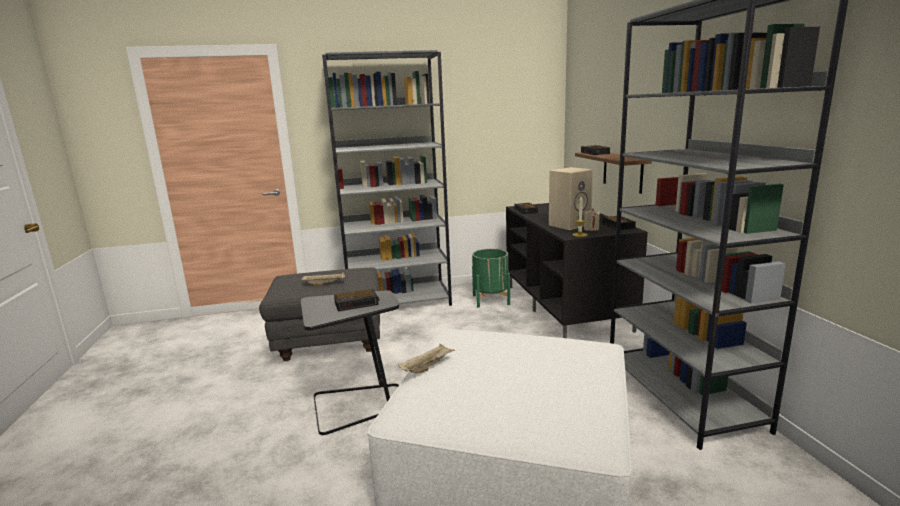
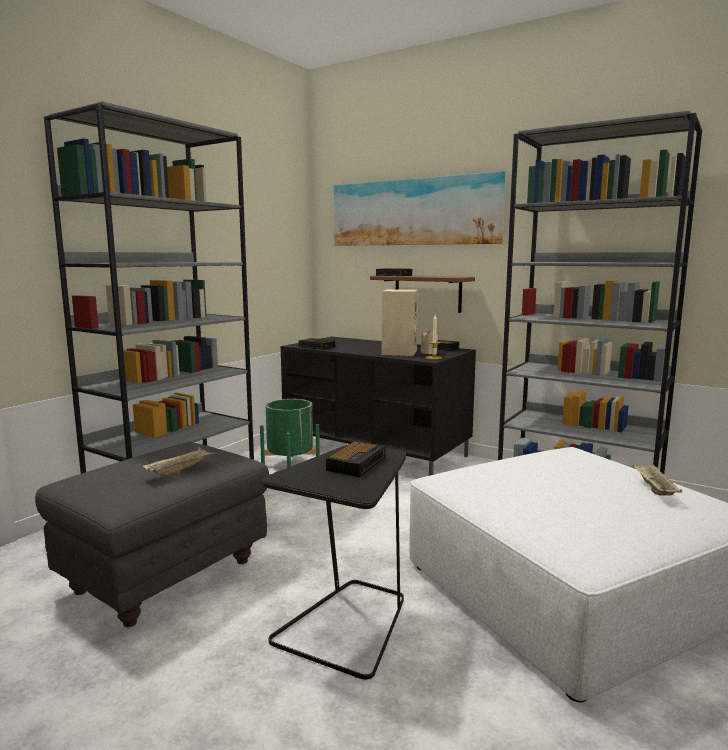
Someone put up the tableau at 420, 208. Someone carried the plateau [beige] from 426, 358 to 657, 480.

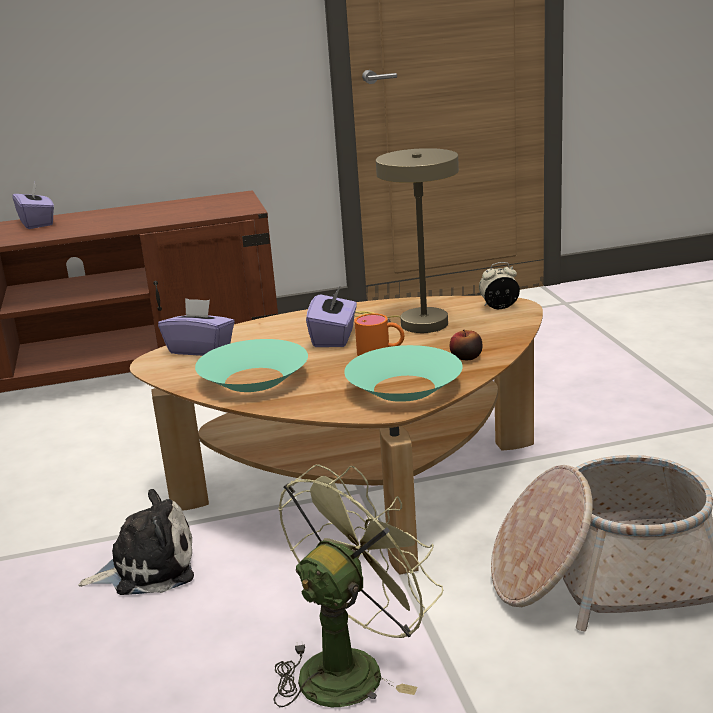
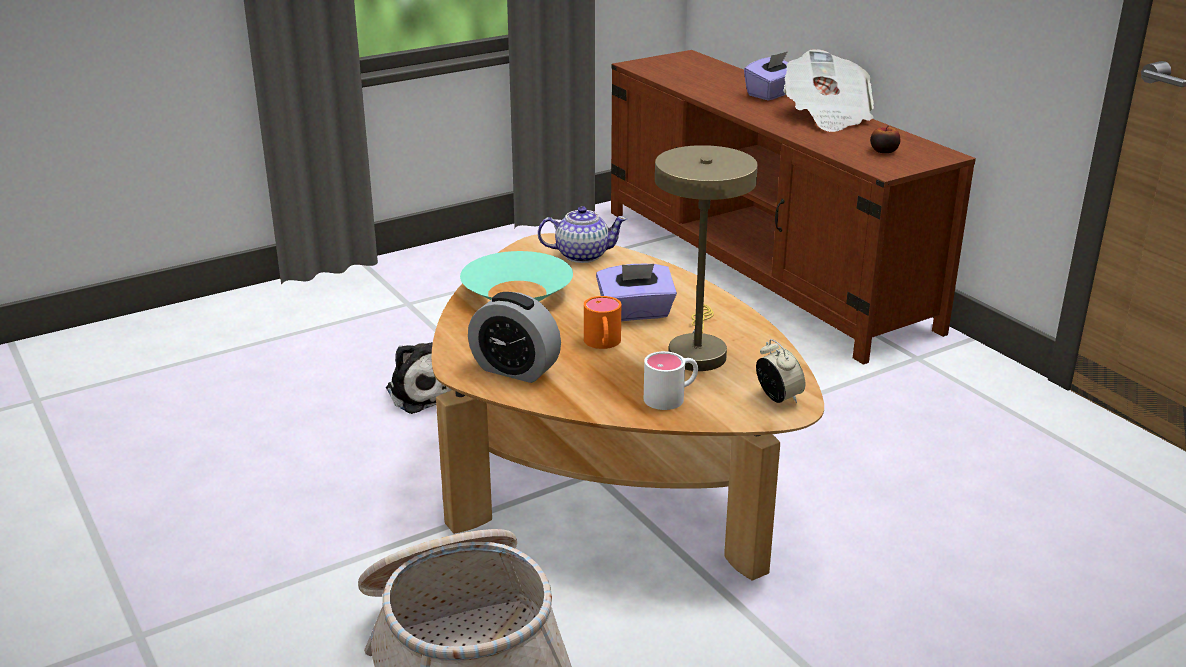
Someone swapped the bol [turquoise] at 403, 373 for the réveil at 514, 337. Someone swapped the boîte à mouchoirs [violet] at 196, 327 for the théière at 582, 234. Someone put down the mug [blanc] at 671, 380. Someone put down the journal at 828, 90. Someone carried the pomme from 466, 344 to 885, 139. Someone took away the ventilateur [vert] at 358, 586.

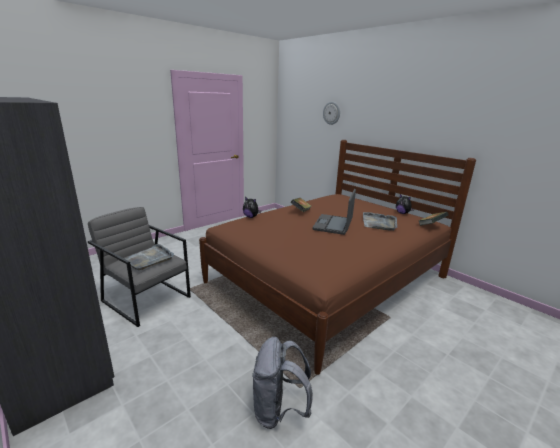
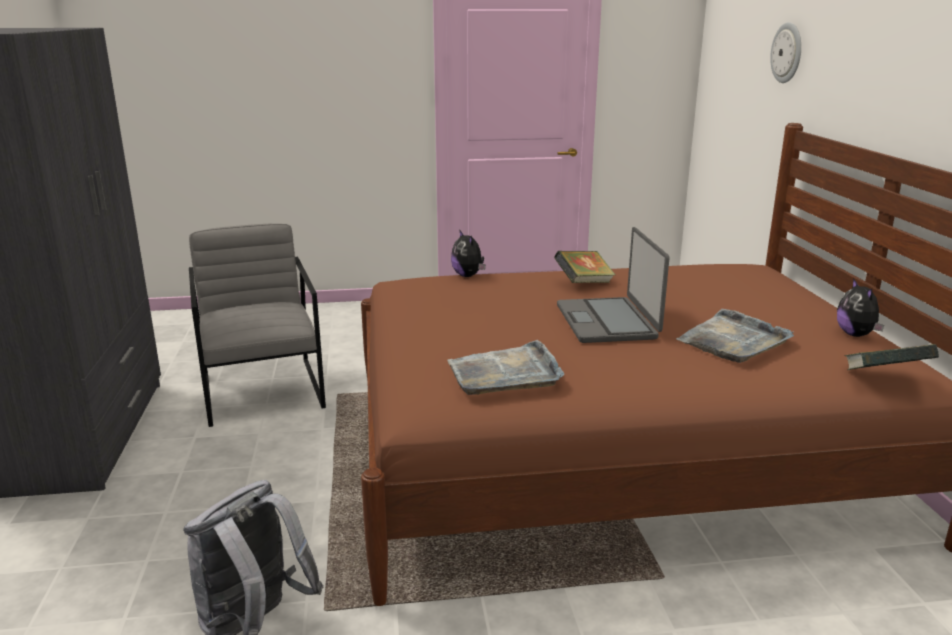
Someone carried the plateau [gris] from 150, 257 to 505, 367. Someone rotated the ordinateur portable at 334, 212 by 60 degrees counterclockwise.

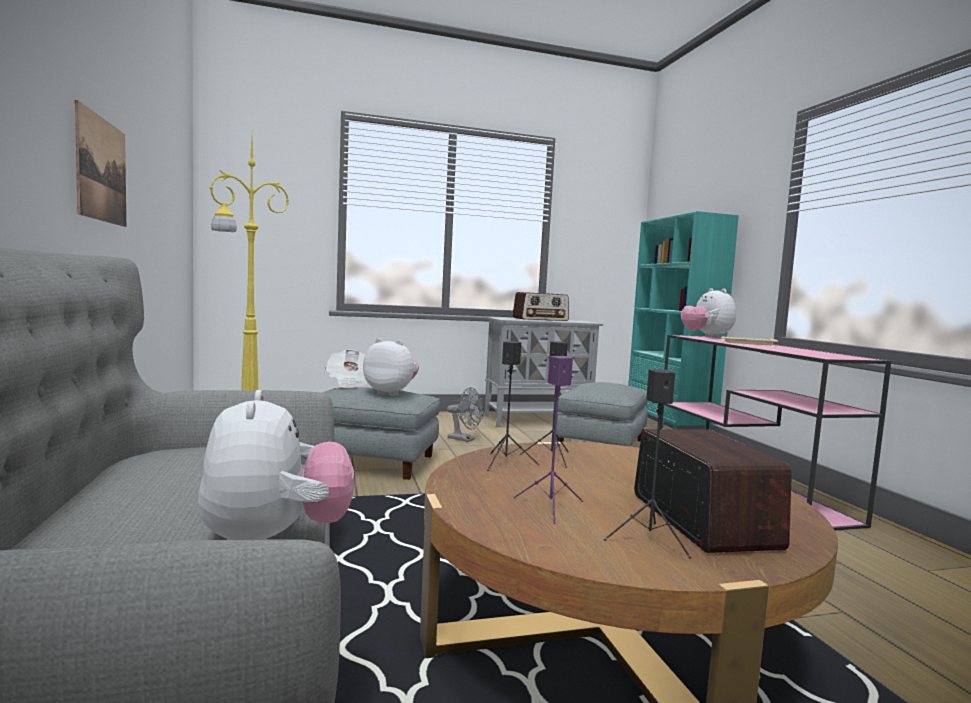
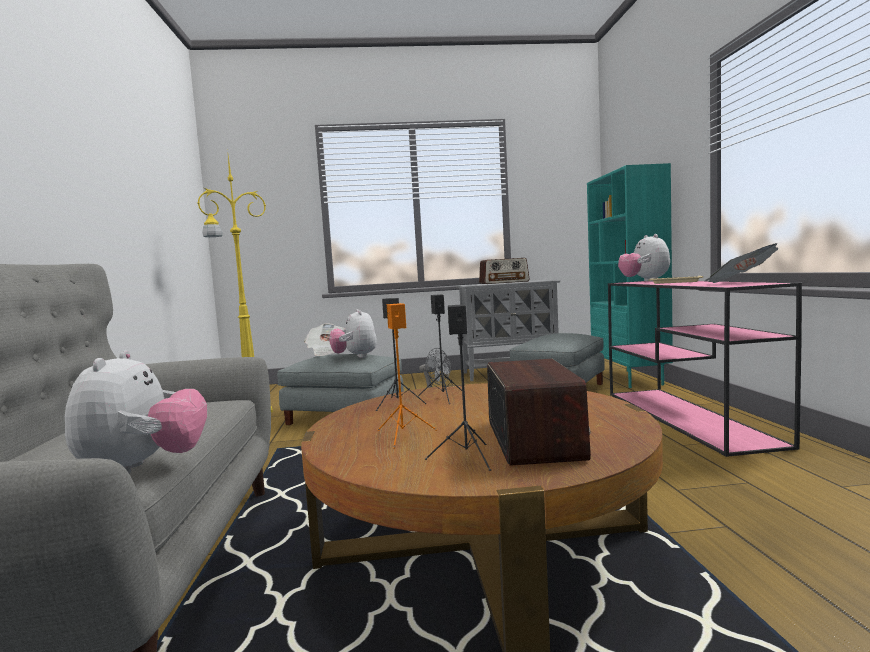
Someone rotated the peluche at 391, 367 by 135 degrees counterclockwise. Someone repainted the enceinte [violet] at 548, 440, which became the enceinte [orange] at 407, 376. Someone put down the journal at 742, 263. Someone took away the tableau at 100, 163.

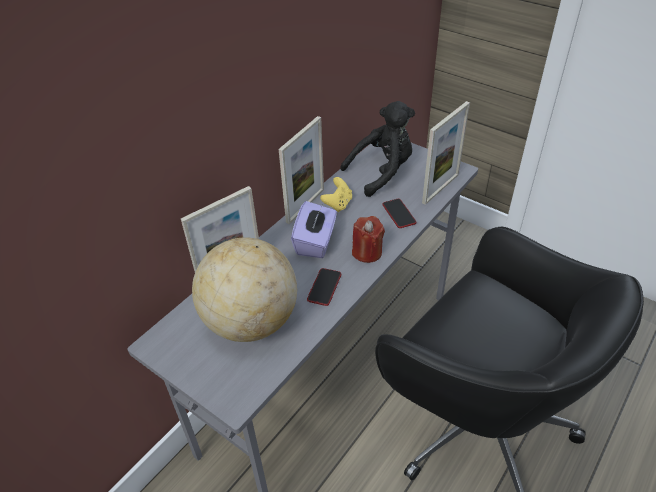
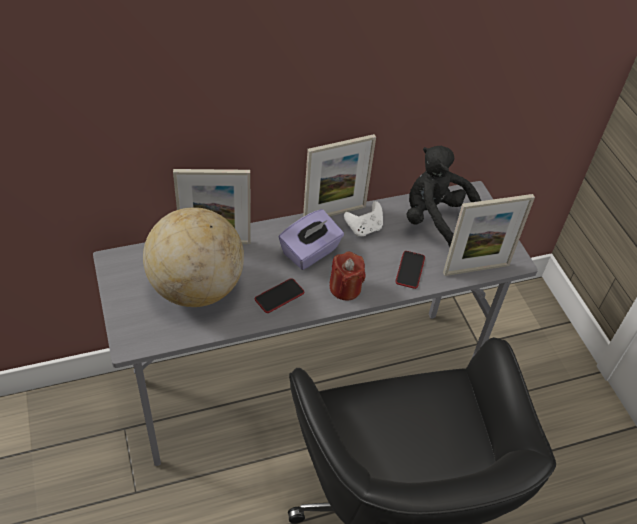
Someone repainted the manette [jaune] at 336, 194, which became the manette [blanc] at 363, 218. Someone rotated the peluche [noir] at 377, 149 by 150 degrees counterclockwise.

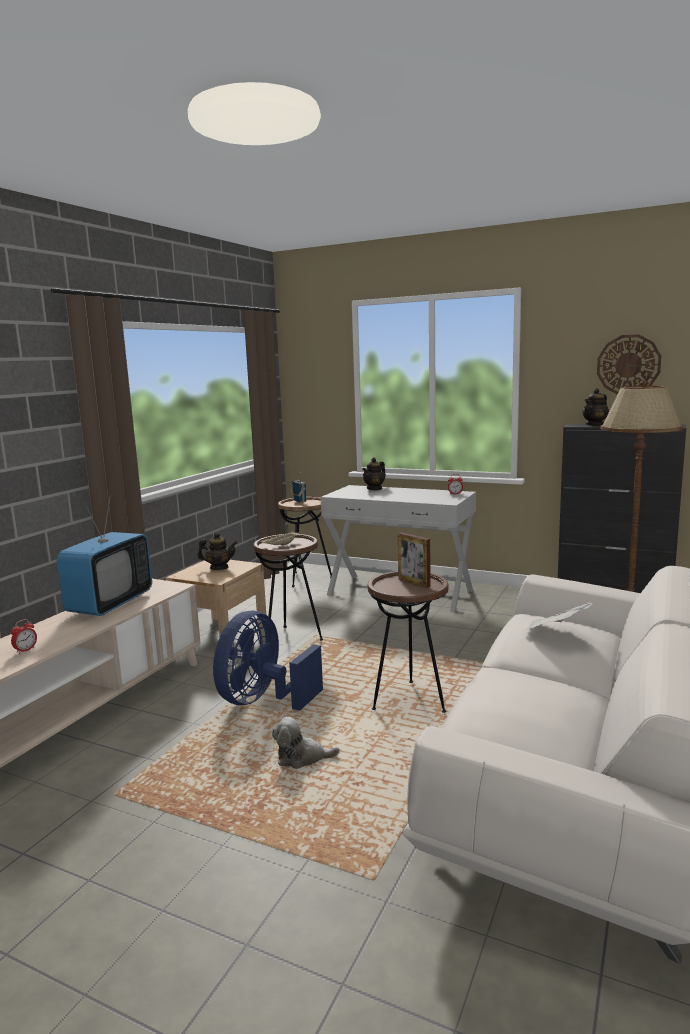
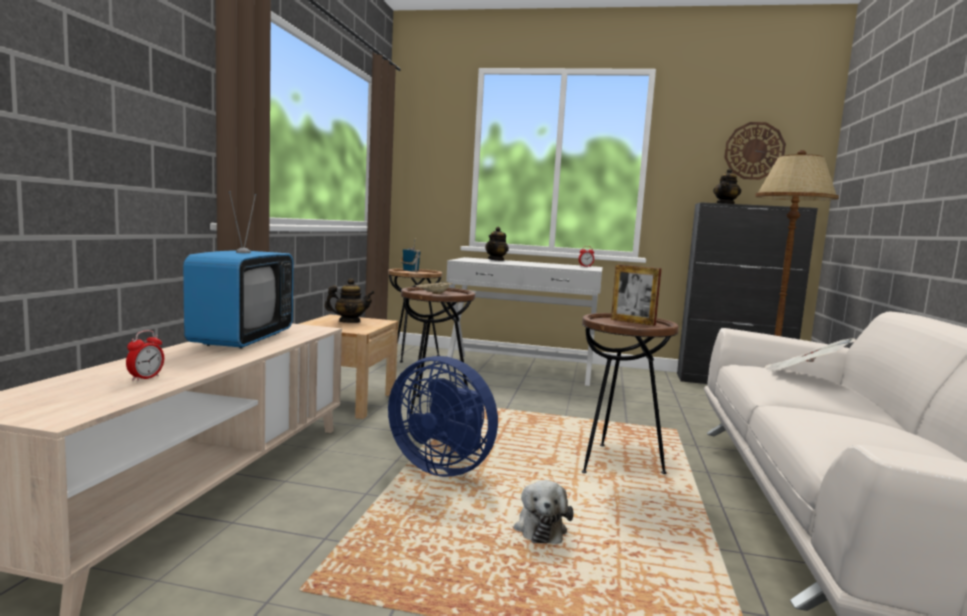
Someone rotated the ventilateur [bleu] at 268, 661 by 75 degrees counterclockwise. Someone rotated the peluche at 306, 743 by 75 degrees counterclockwise.

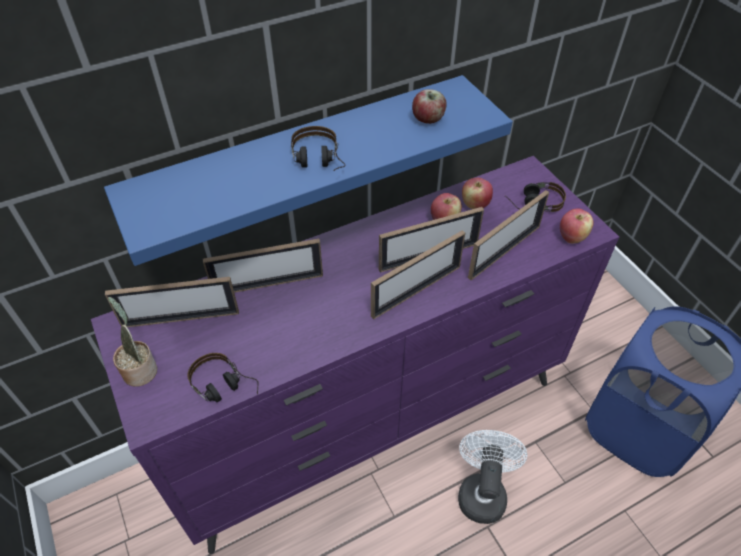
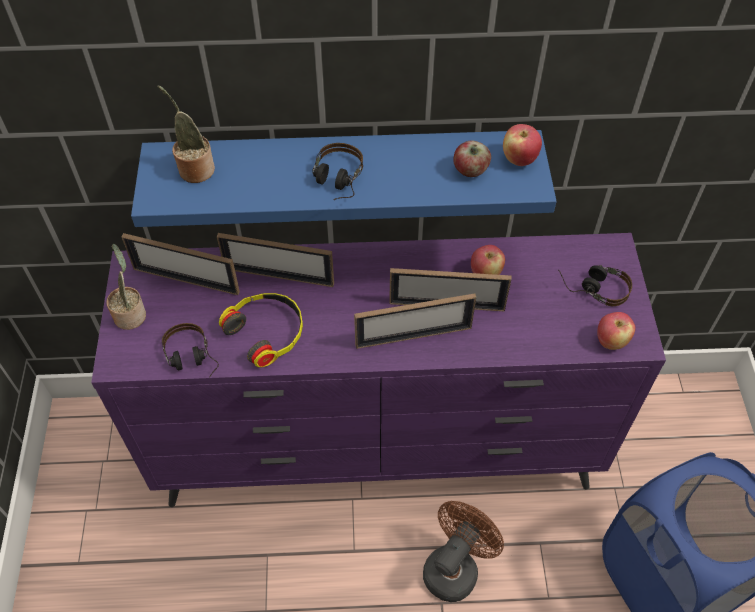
Someone put down the plante en pot at 186, 134. Someone put down the casque audio at 261, 330. Someone repainted the ventilateur [blanc] at 492, 477, which became the ventilateur [marron] at 463, 551. Someone carried the pomme from 477, 193 to 522, 145. Someone took away the cadre photo at 508, 235.

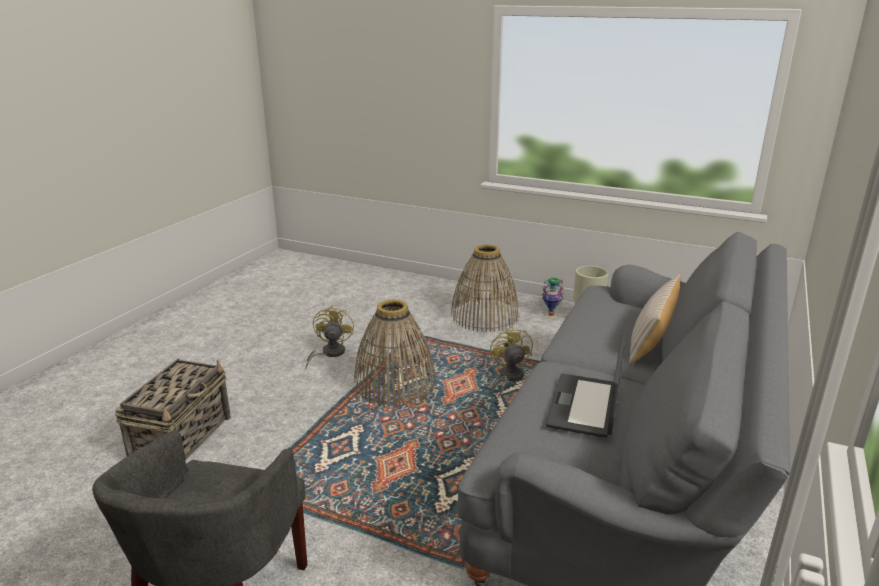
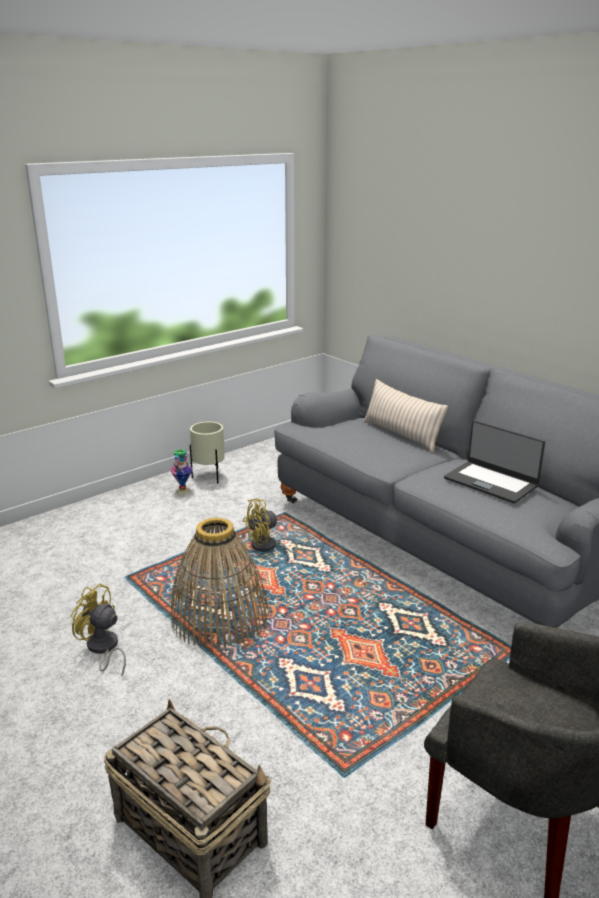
Someone rotated the ventilateur [jaune] at 511, 361 by 45 degrees counterclockwise. Someone took away the panier at 485, 288.

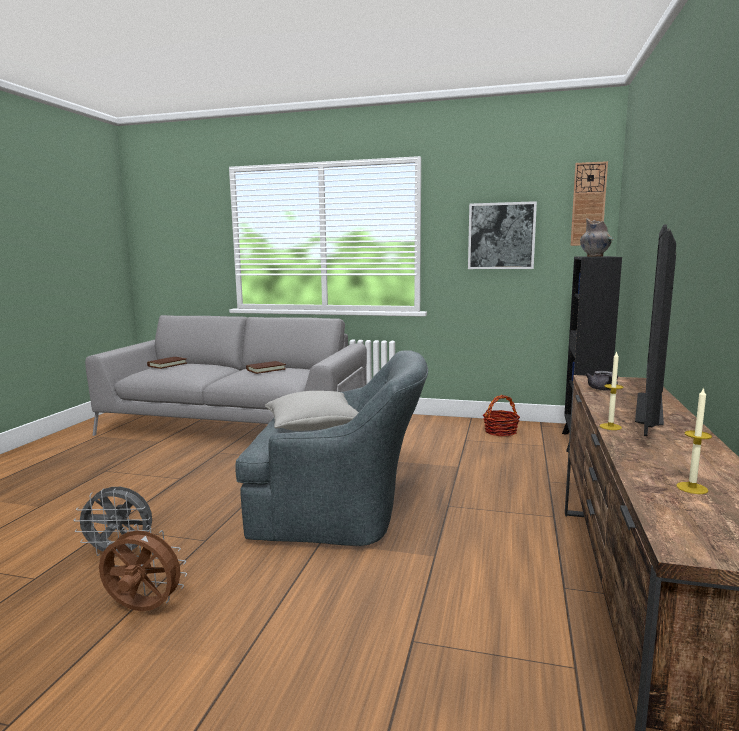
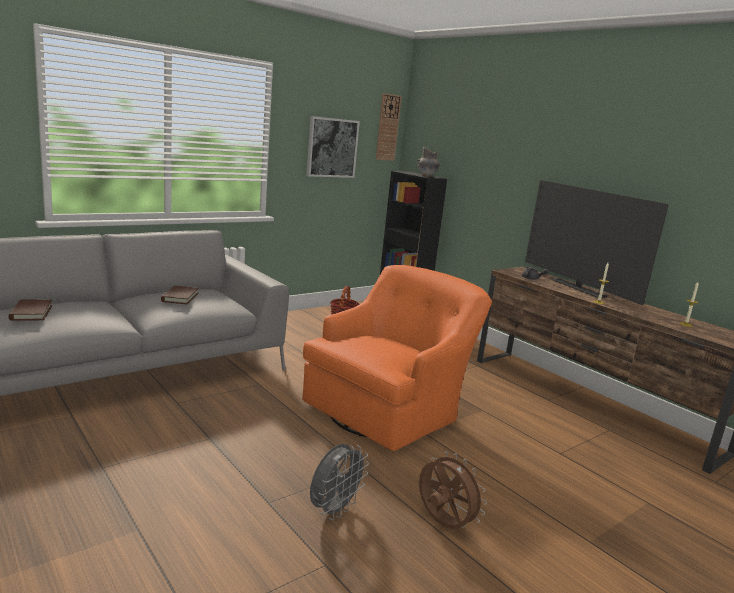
Someone repainted the fauteuil [gris] at 331, 448, which became the fauteuil [orange] at 397, 358. Someone rotated the ventilateur [marron] at 143, 567 by 90 degrees clockwise. Someone took away the coussin [gris] at 312, 411.

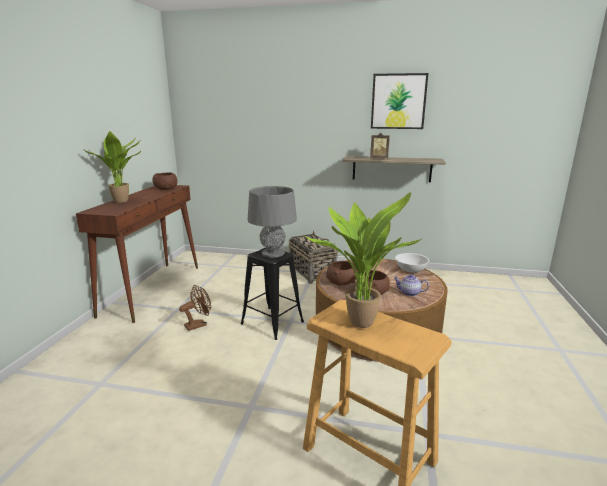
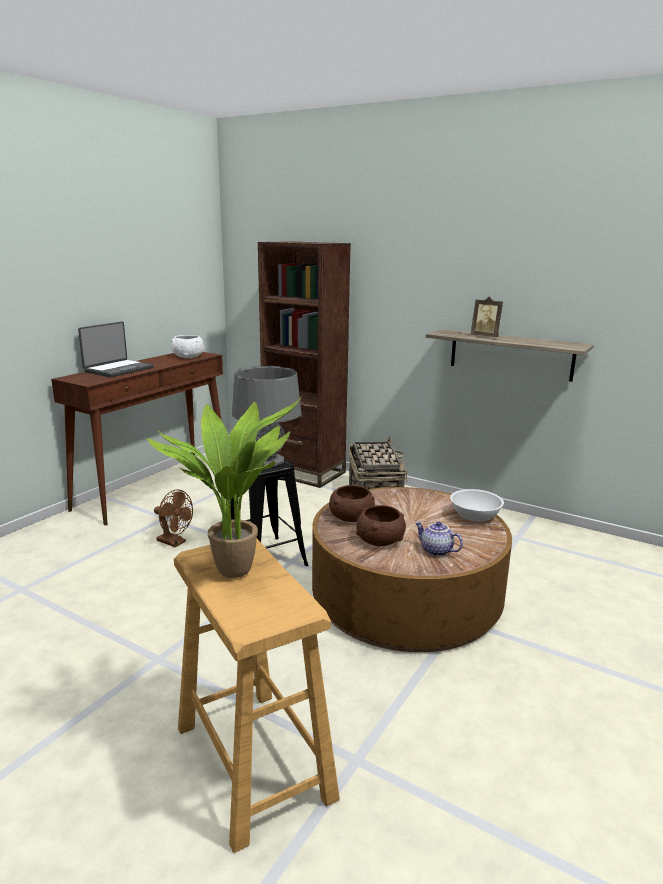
Someone swapped the plante en pot at 112, 167 for the ordinateur portable at 116, 349. Someone rotated the ventilateur [marron] at 195, 308 by 45 degrees clockwise. Someone repainted the bol [marron] at 165, 181, which became the bol [blanc] at 188, 346. Someone put down the bibliothèque [marron] at 304, 364. Someone took away the tableau at 400, 101.

